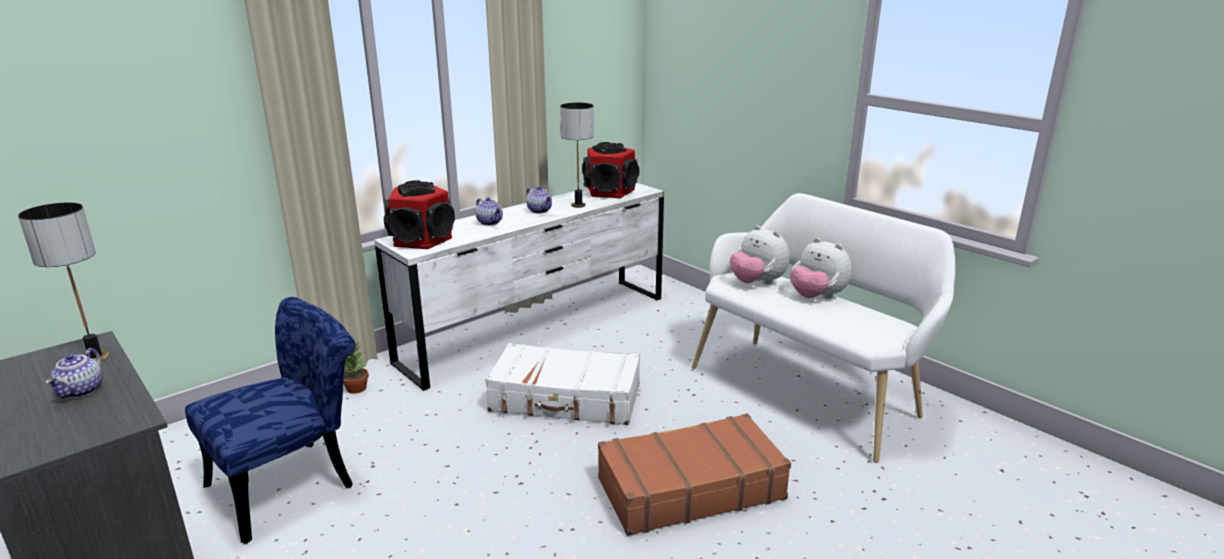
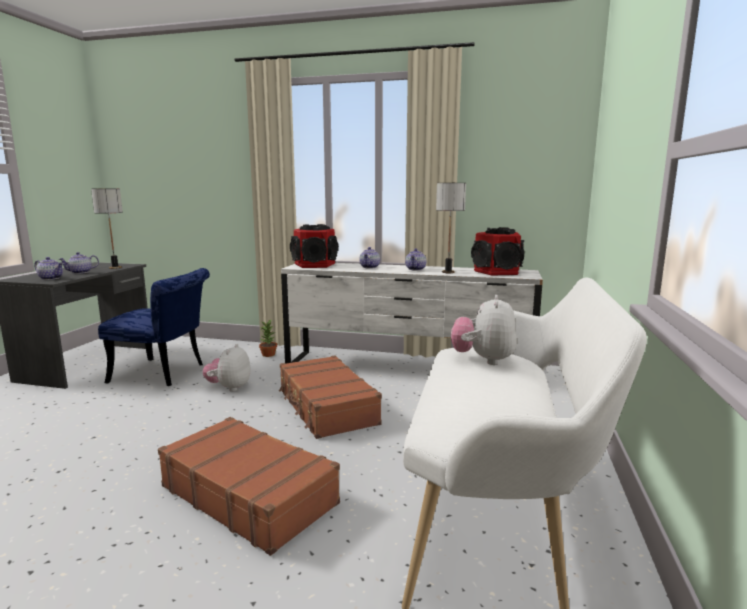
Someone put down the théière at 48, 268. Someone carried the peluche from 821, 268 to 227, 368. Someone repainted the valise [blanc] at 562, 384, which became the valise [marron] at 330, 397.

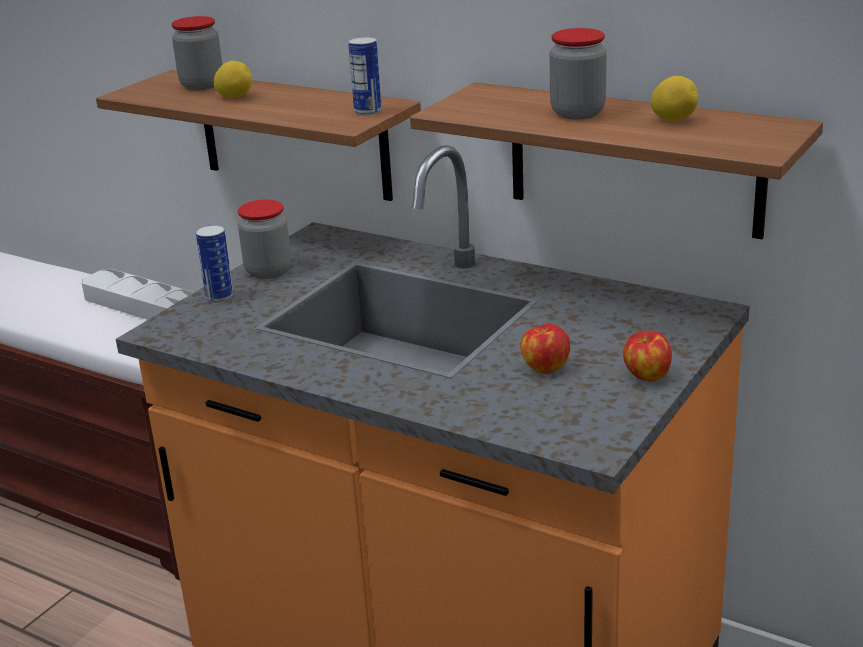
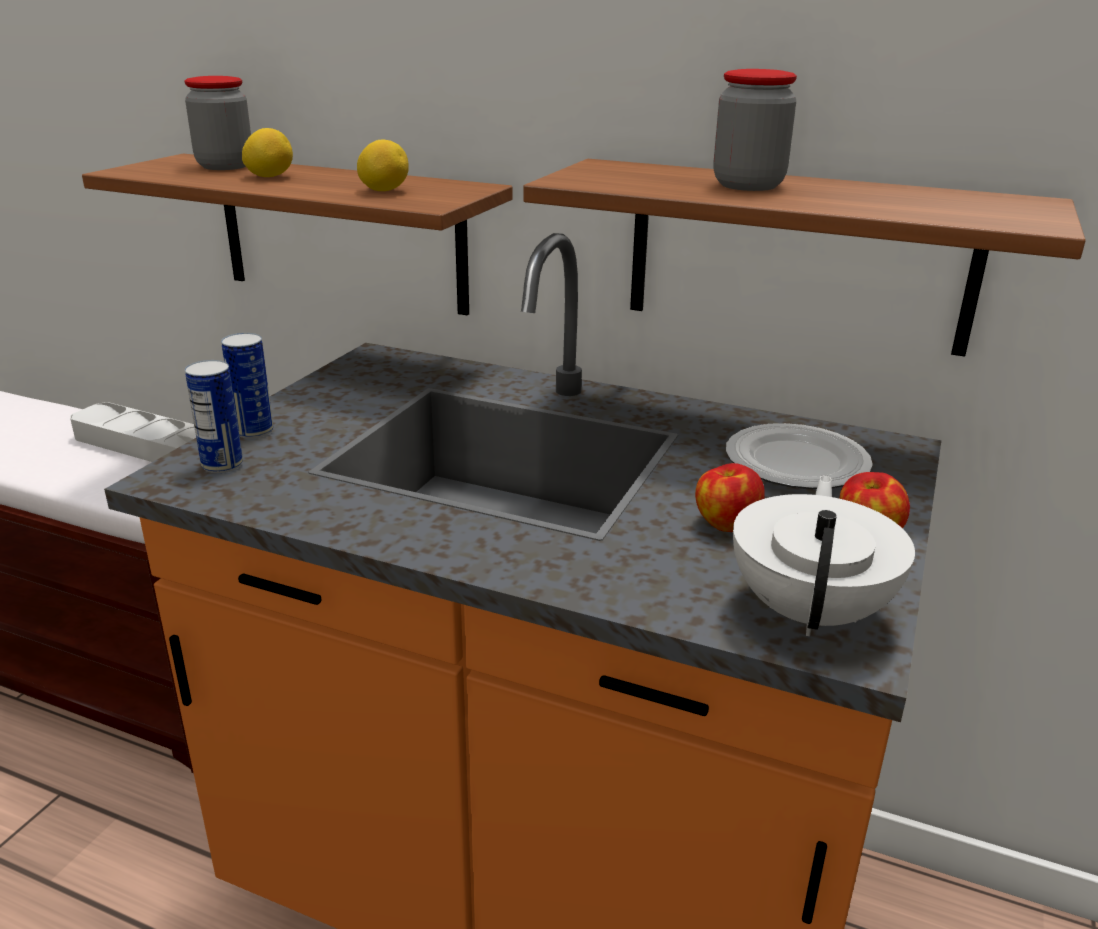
Someone carried the boîte métallique from 365, 76 to 214, 416. Someone carried the citron from 674, 98 to 383, 165. Someone put down the assiette at 799, 456. Someone put down the théière [blanc] at 824, 555. Someone took away the bocal at 264, 239.

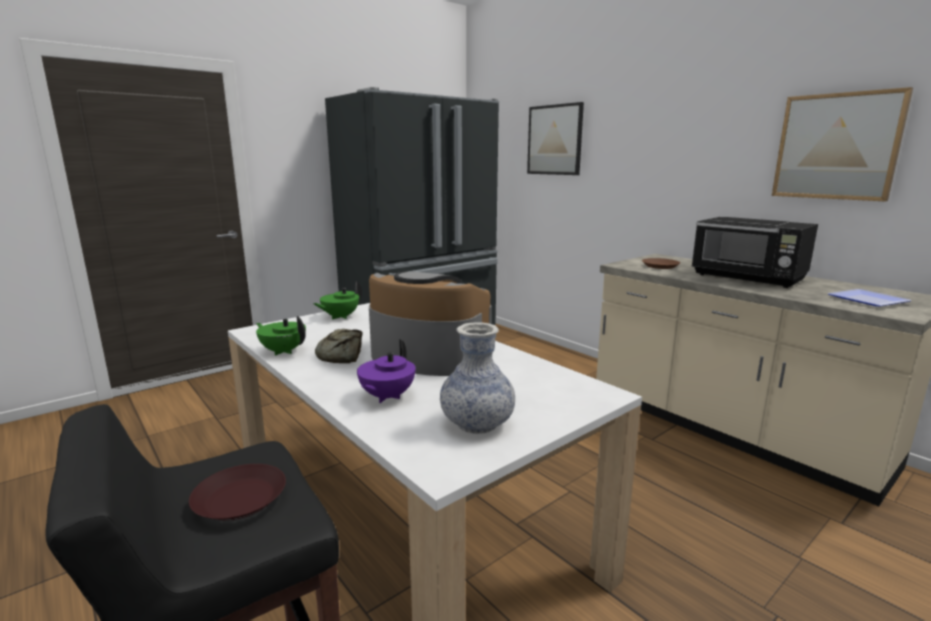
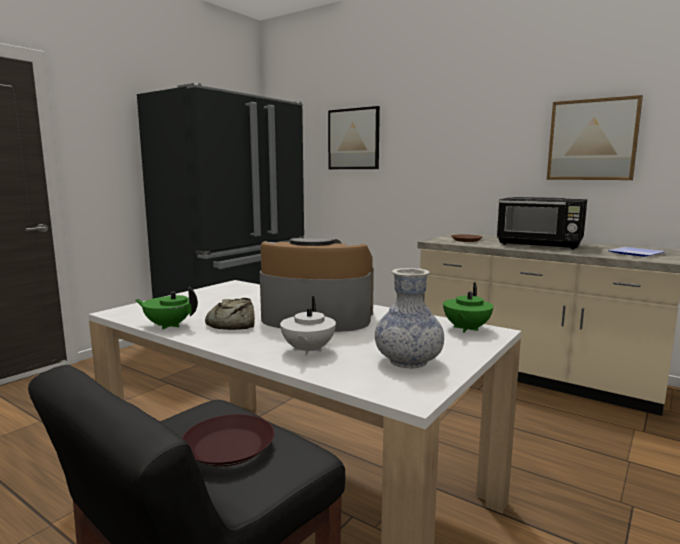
Someone repainted the théière [violet] at 386, 371, which became the théière [blanc] at 308, 326. Someone carried the théière [vert] from 337, 300 to 468, 307.

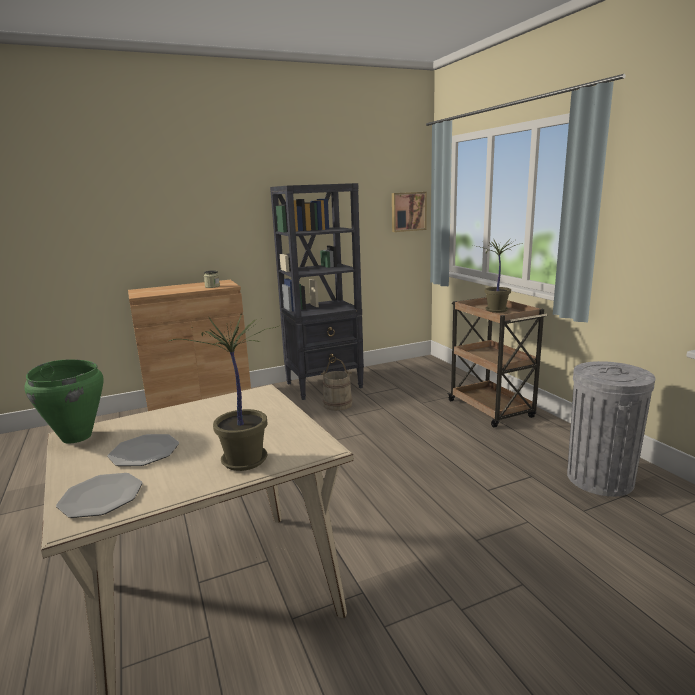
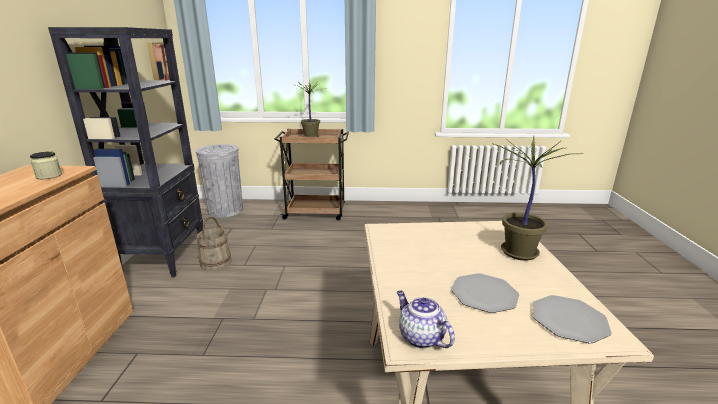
Someone carried the poubelle [gris] from 611, 428 to 219, 181. Someone swapped the marmite [vert] at 63, 401 for the théière at 426, 319.

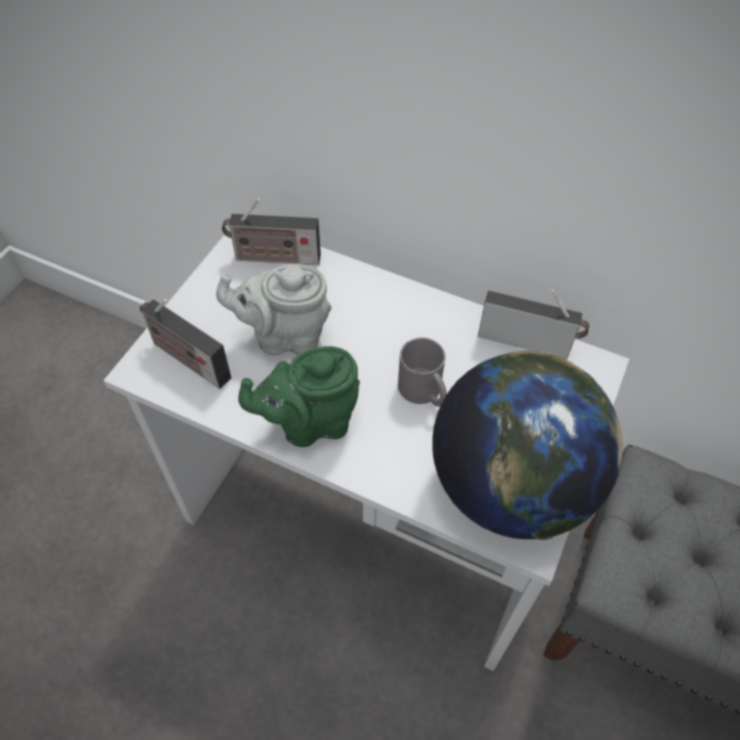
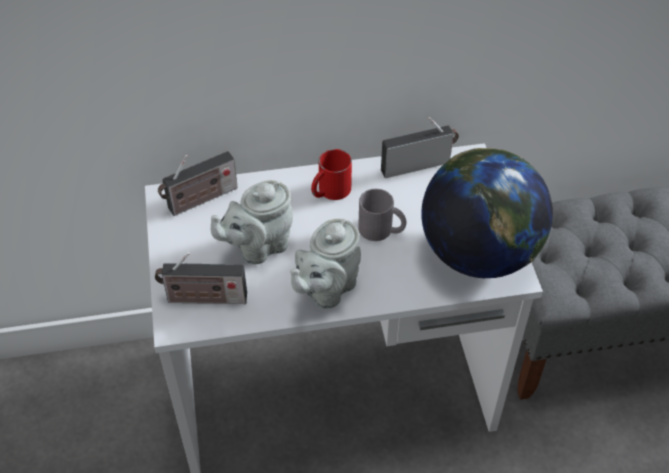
Someone repainted the théière [vert] at 299, 396, which became the théière [gris] at 325, 264. Someone put down the mug [rouge] at 331, 174.

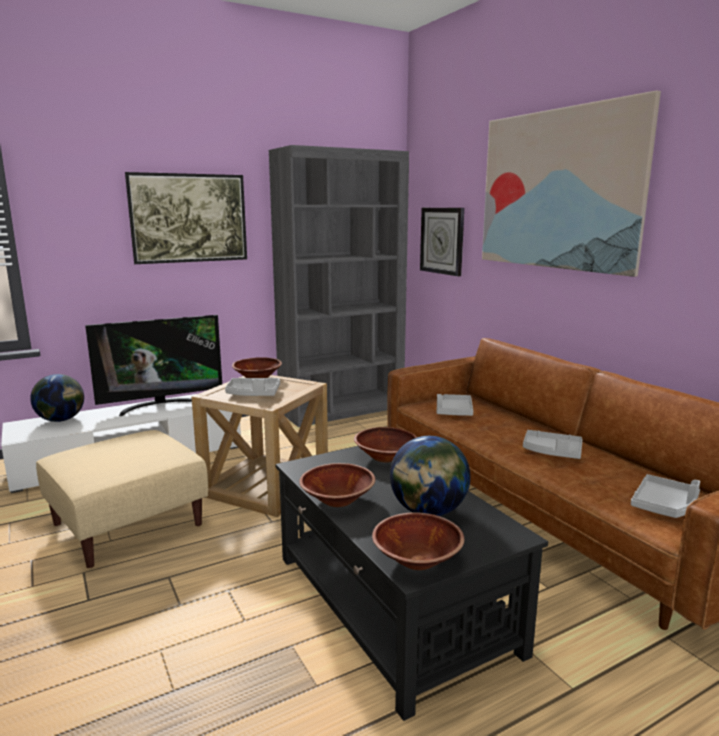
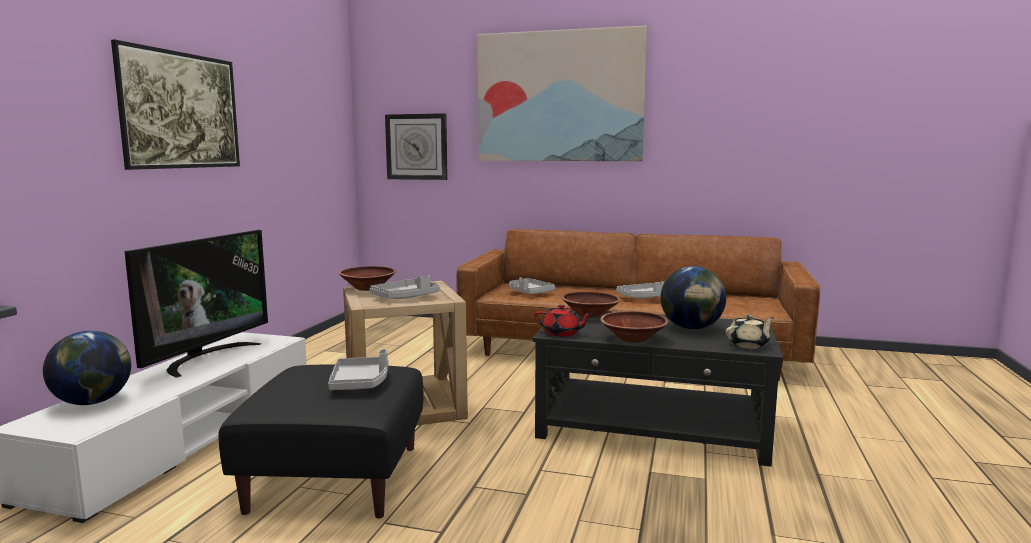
Someone repainted the pouf [beige] at 122, 499, which became the pouf [noir] at 320, 442. Someone carried the plateau [gris] from 665, 496 to 358, 369. Someone put down the théière [rouge] at 563, 320. Someone swapped the bol [marron] at 418, 541 for the théière [beige] at 750, 331. Someone took away the bibliothèque [gris] at 339, 286.

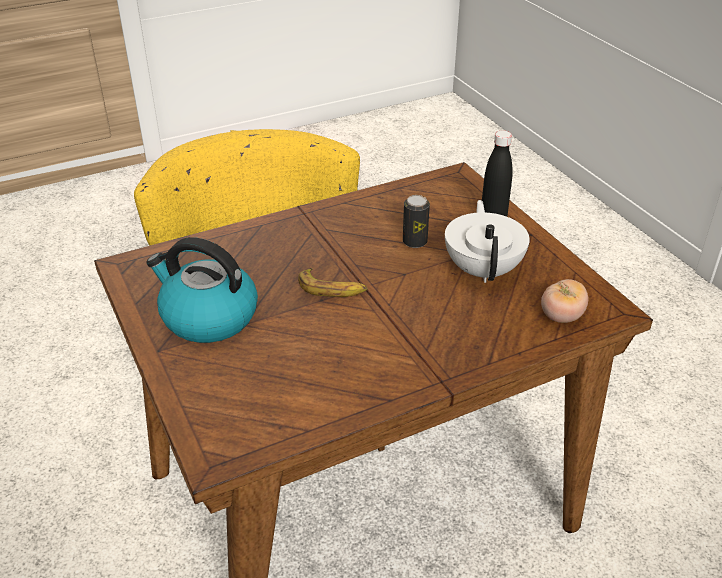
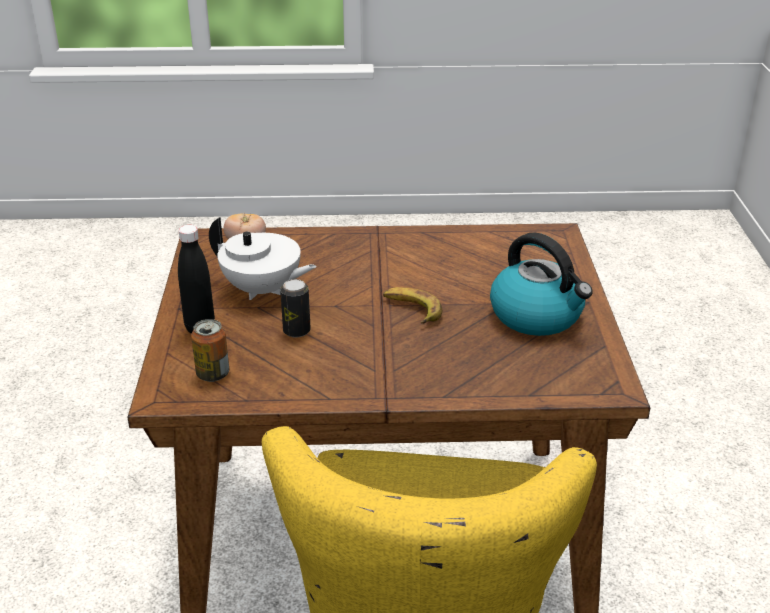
Someone put down the boîte métallique at 210, 350. Someone rotated the théière [blanc] at 487, 241 by 90 degrees counterclockwise.

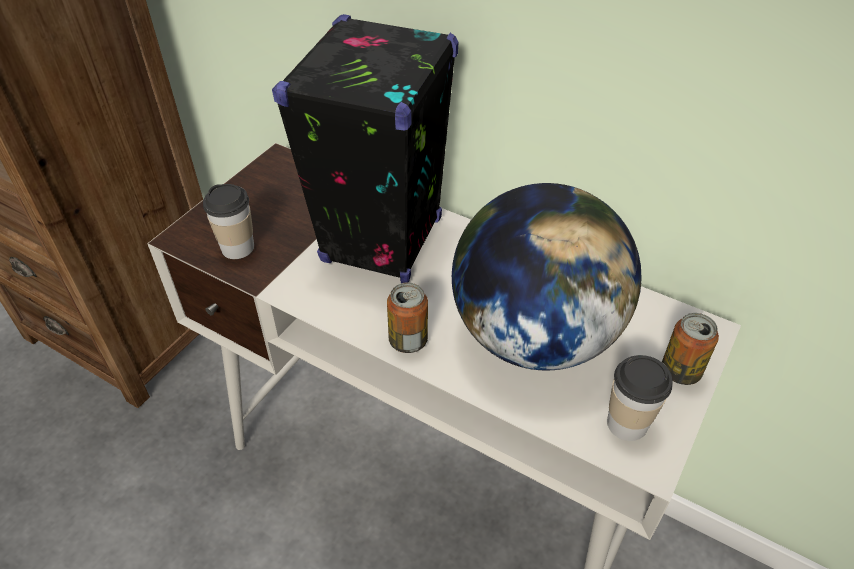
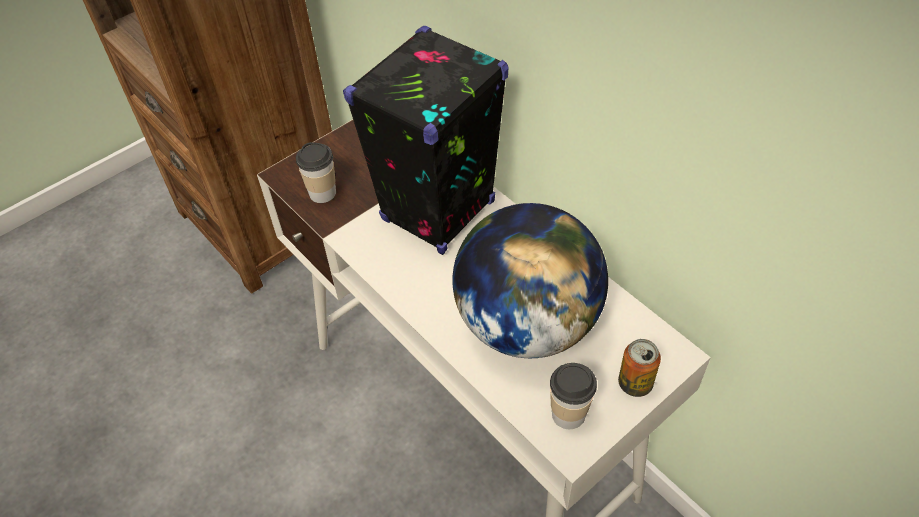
Someone took away the boîte métallique at 407, 317.

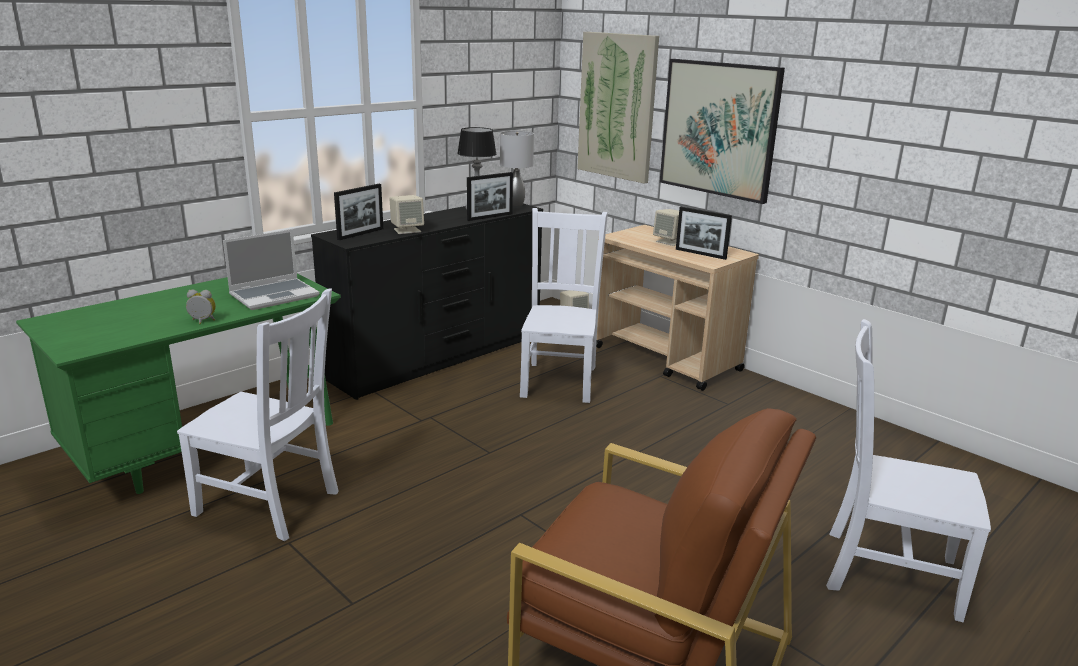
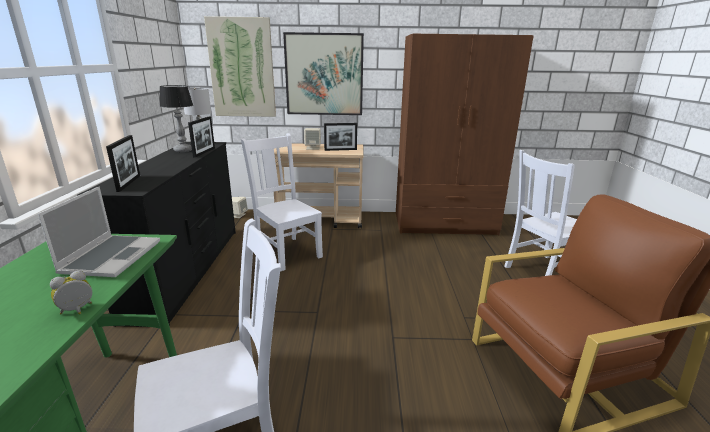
Someone put down the armoire [marron] at 465, 134. Someone took away the enceinte [beige] at 406, 214.

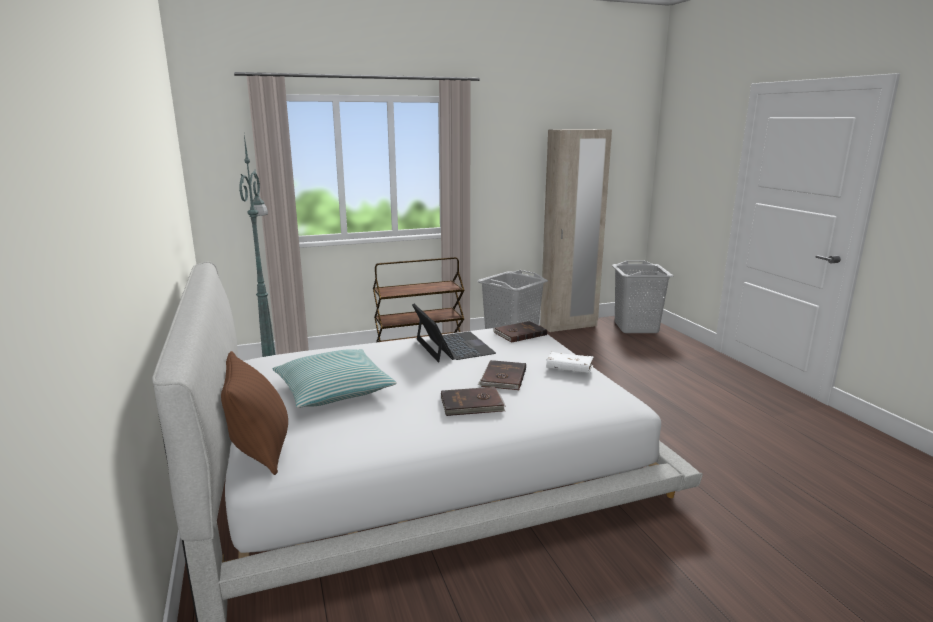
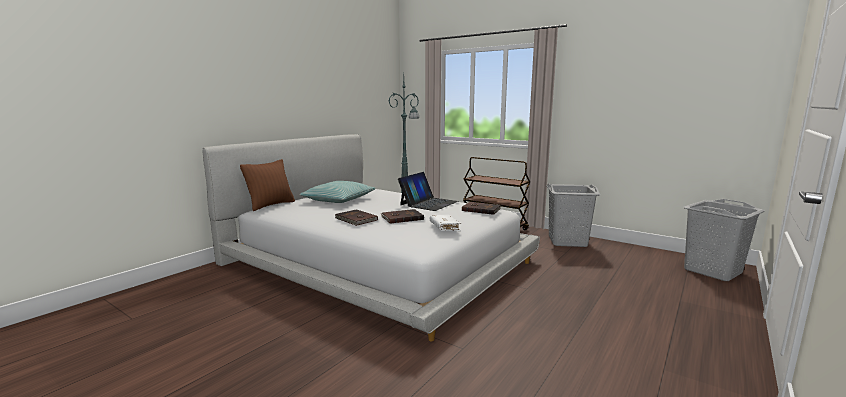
Someone took away the armoire [beige] at 576, 230.

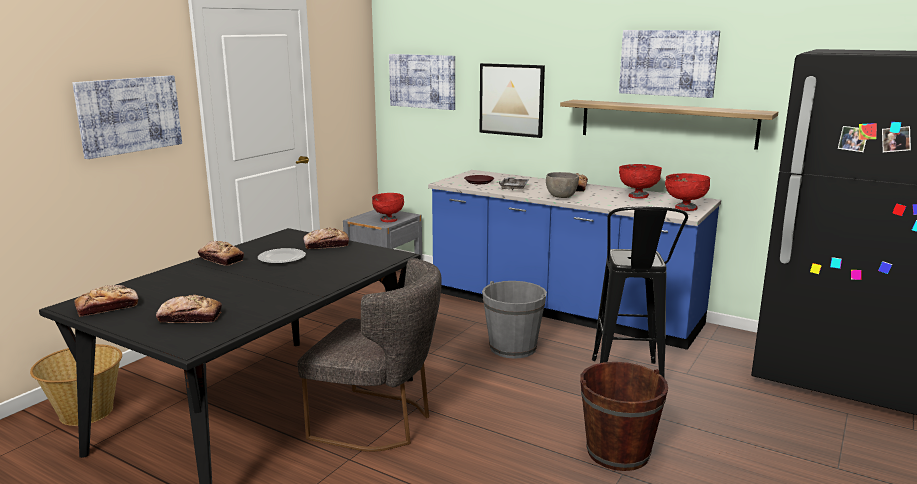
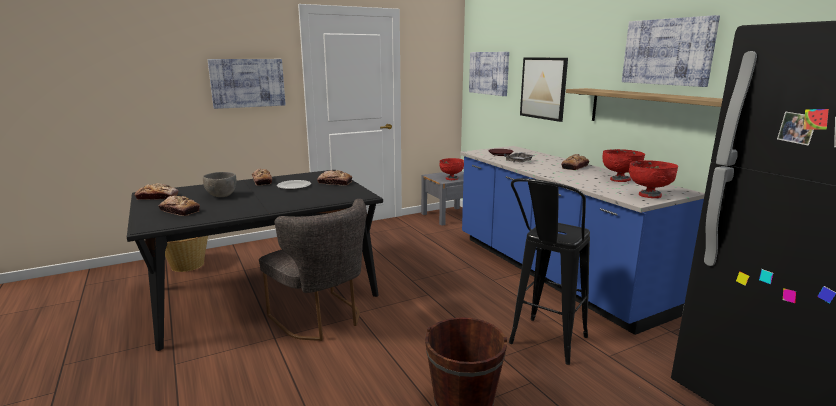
Someone carried the bol [gris] from 562, 185 to 219, 184. Someone took away the seau [gris] at 514, 320.

